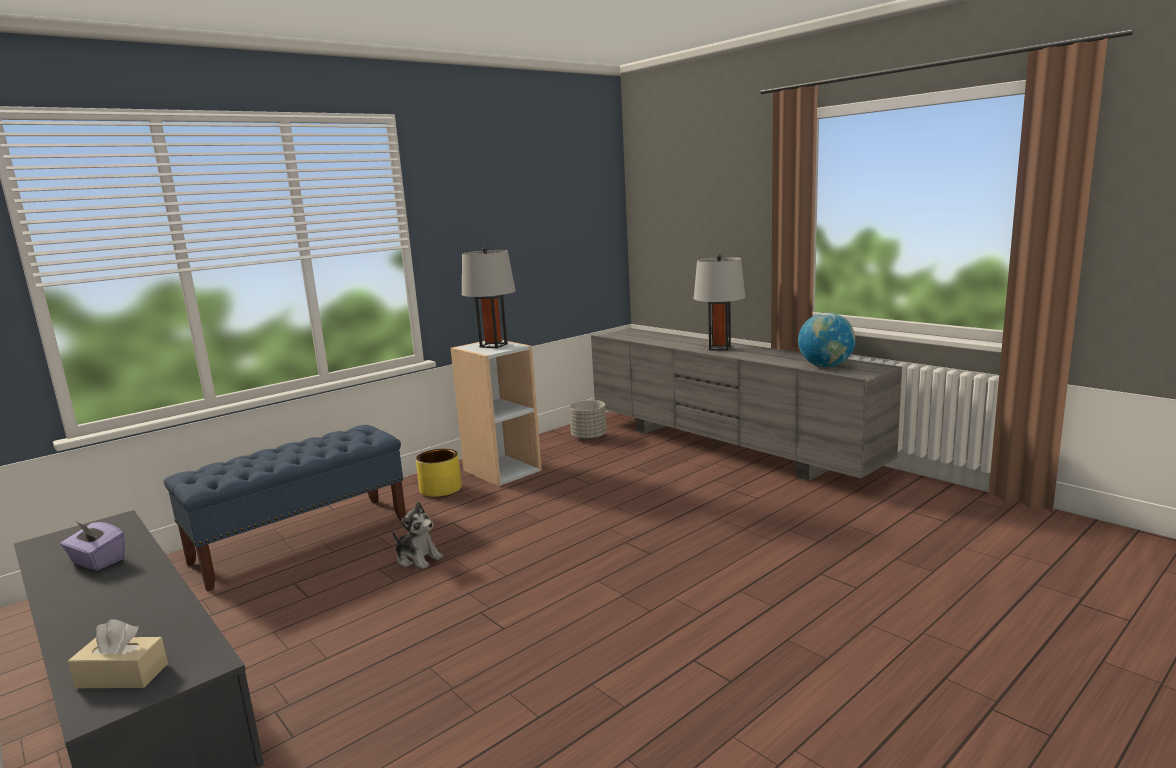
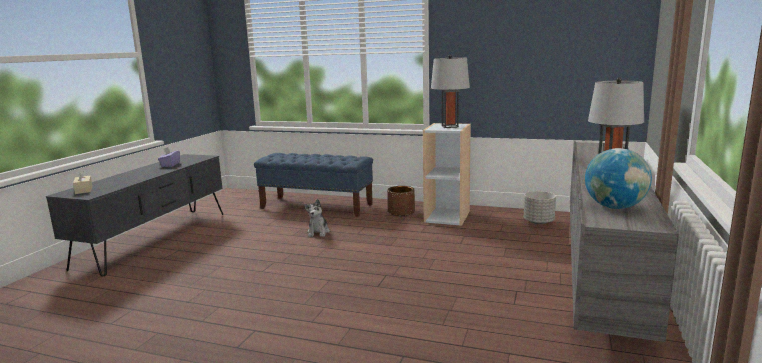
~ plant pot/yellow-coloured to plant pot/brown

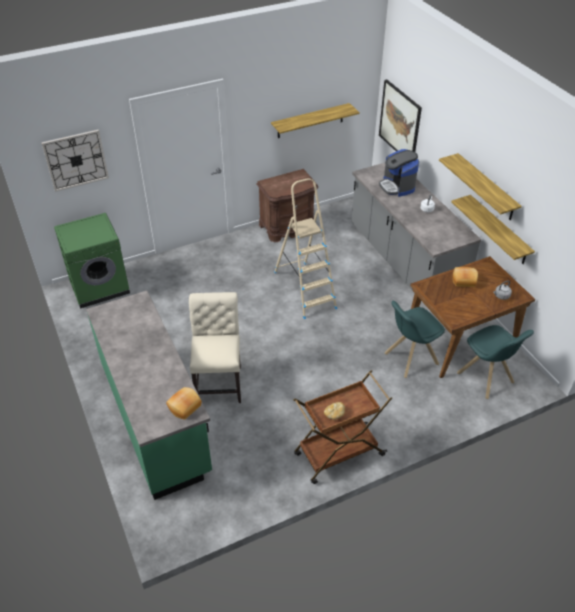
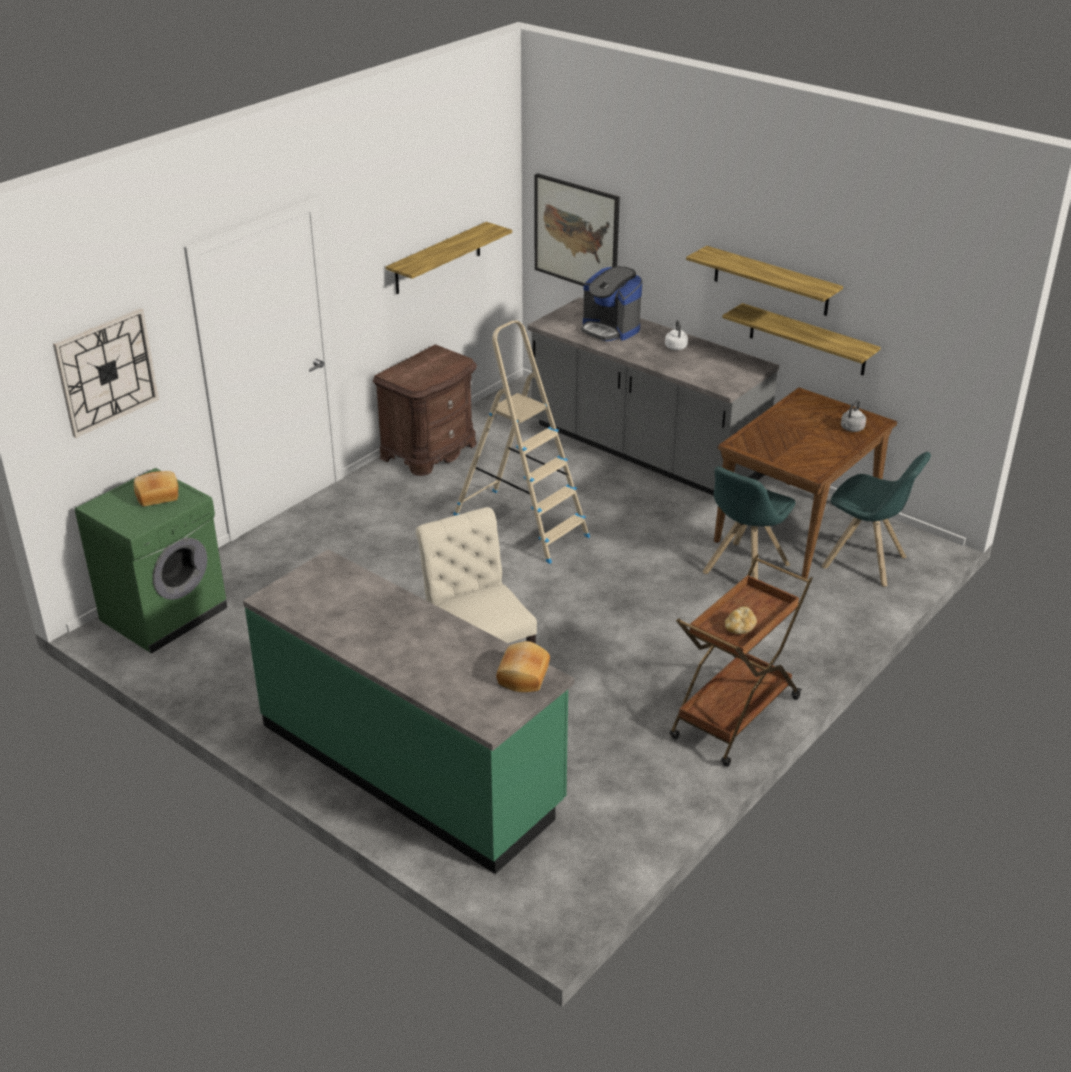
~ bakery bread (3rd from left in the first image) to bakery bread (1st from left)

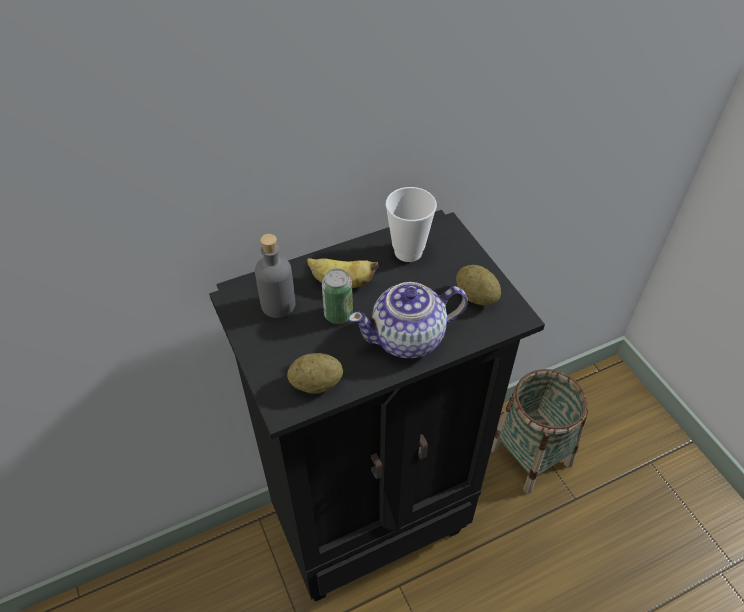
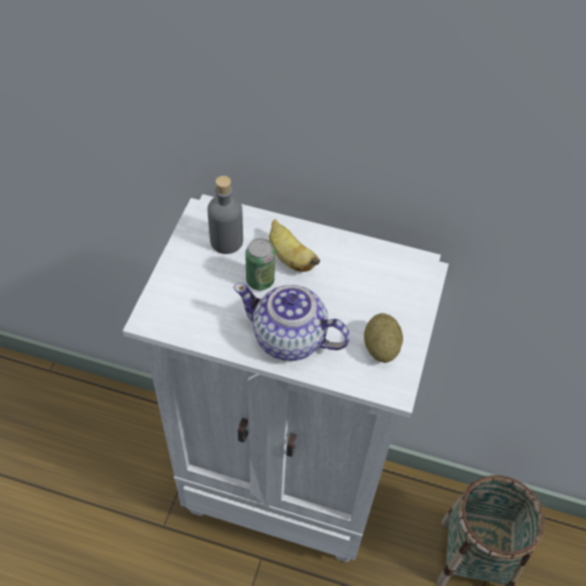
- spud (1st from left)
- cup
~ cabinet/blackish to cabinet/white-coloured

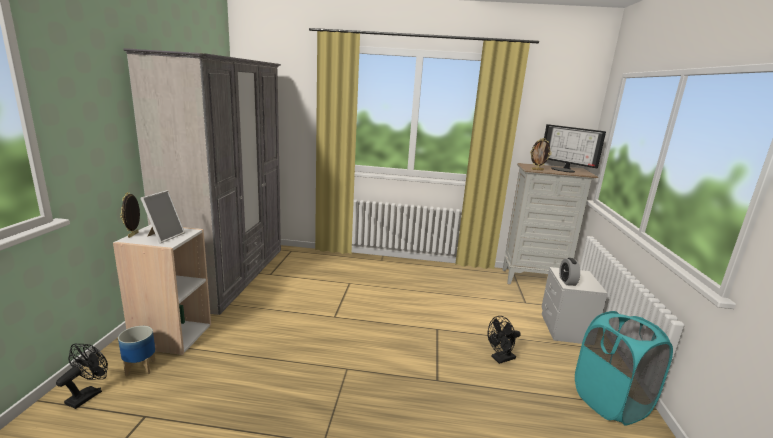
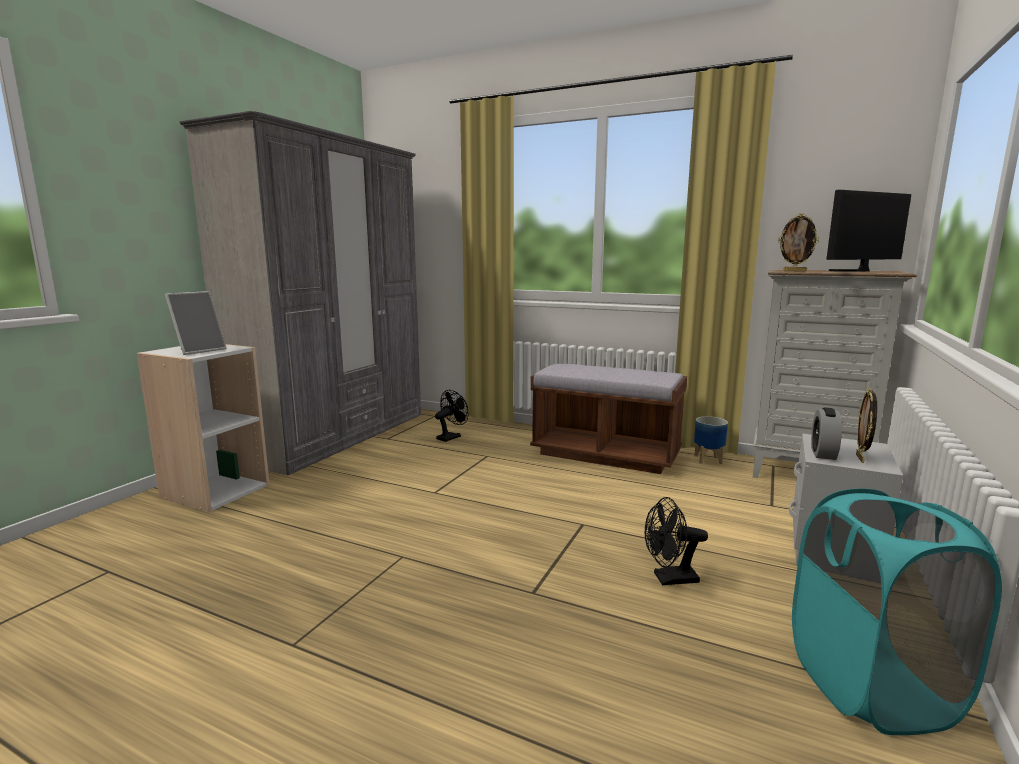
+ long seat/brown
~ fan/blackish (1st from left)
~ plant pot
~ standing frame (1st from left in the first image) to standing frame (3rd from left)
~ monitor 90 degrees clockwise

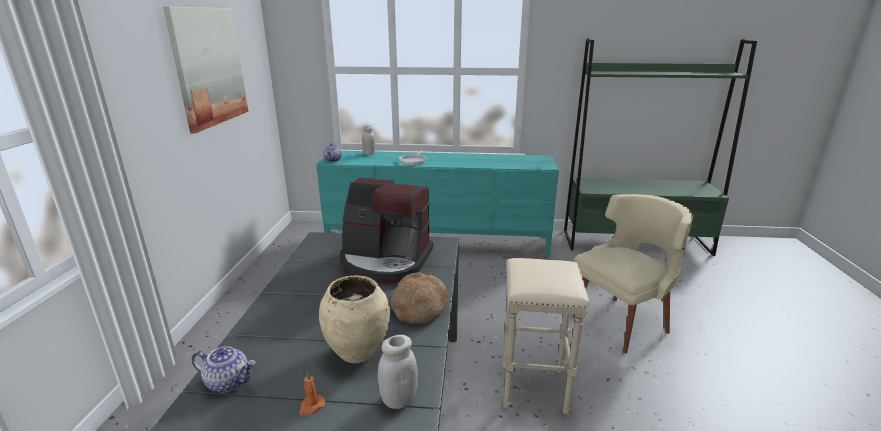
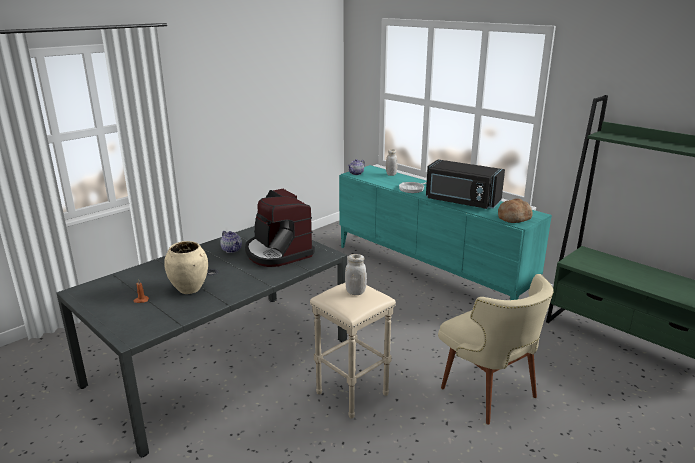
- picture
+ microwave oven/blackish
~ teapot (1st from left)
~ jar/white-coloured (2nd from left in the first image) to jar/white-coloured (1st from left)
~ bakery bread
~ chair/beige 45 degrees clockwise

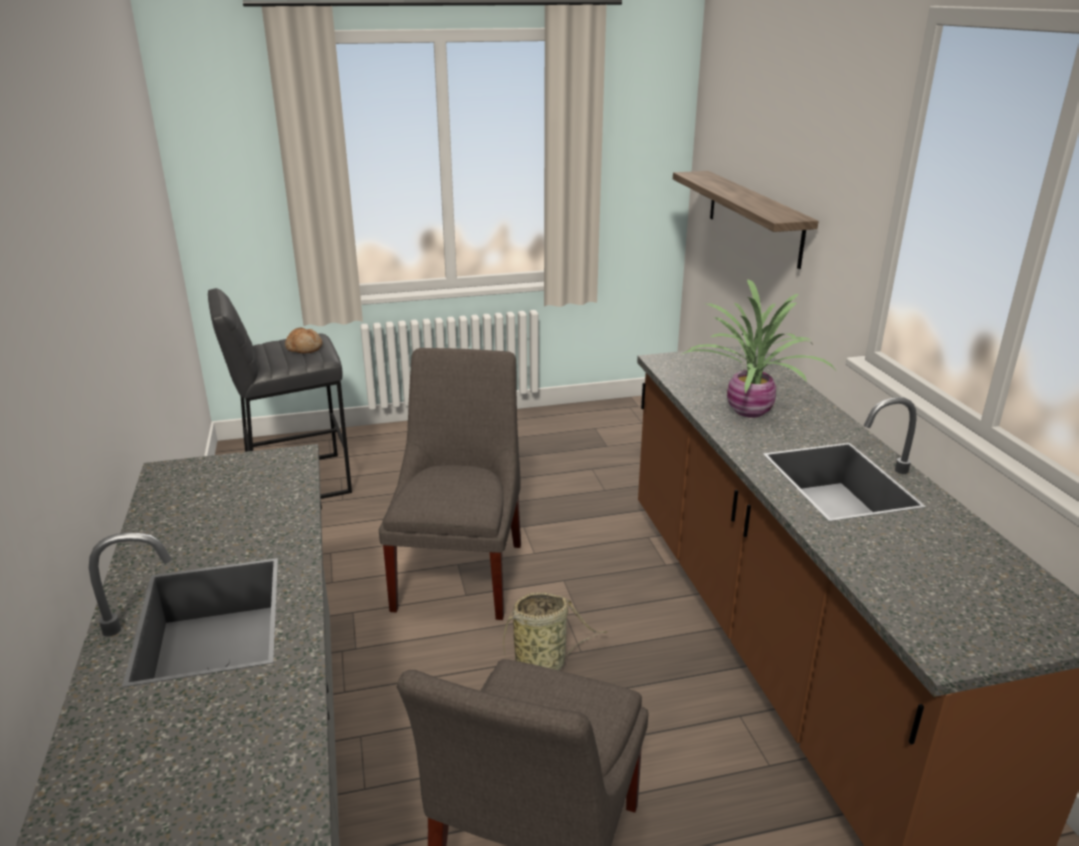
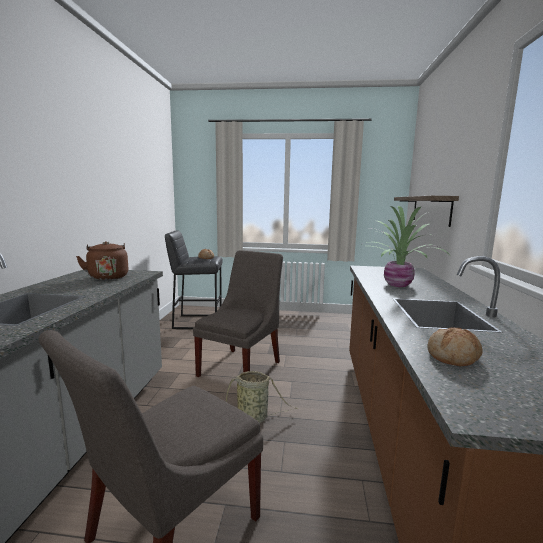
+ kettle/brown
+ bakery bread (2nd from left)

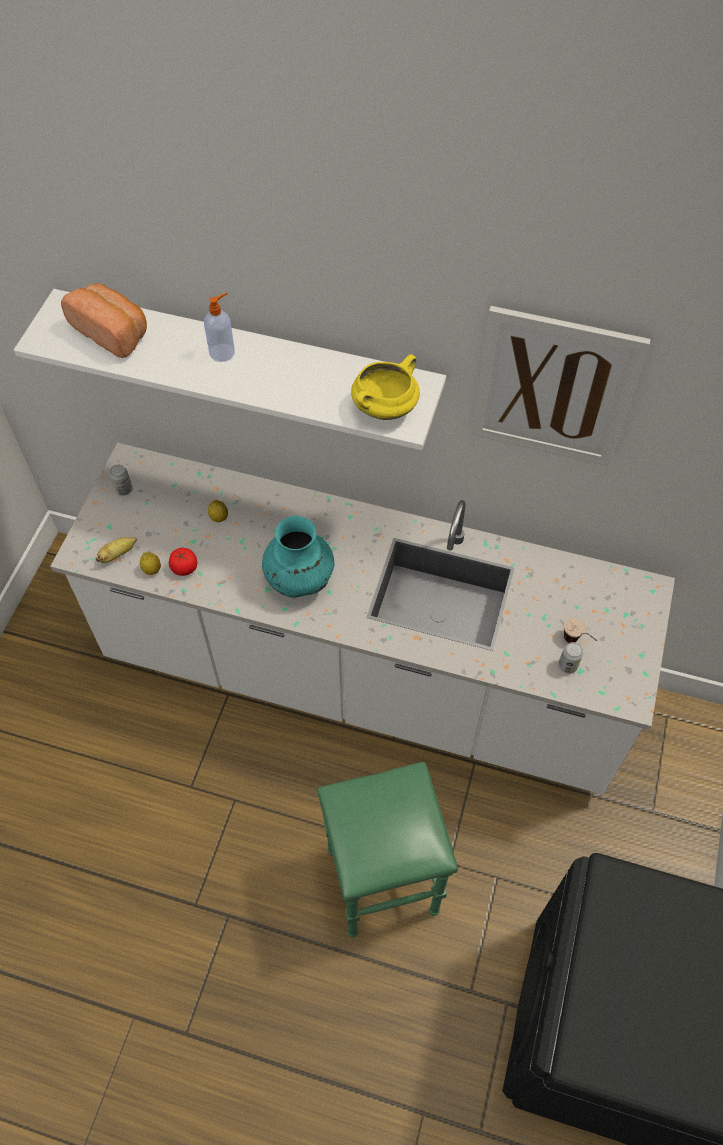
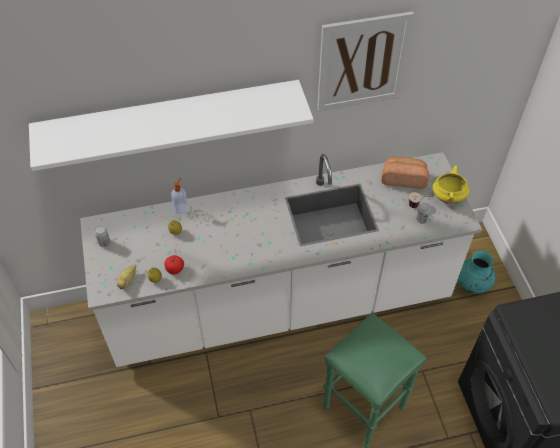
~ bakery bread
~ soap bottle
~ vase/turquoise-coloured
~ cooking pot/yellow-coloured

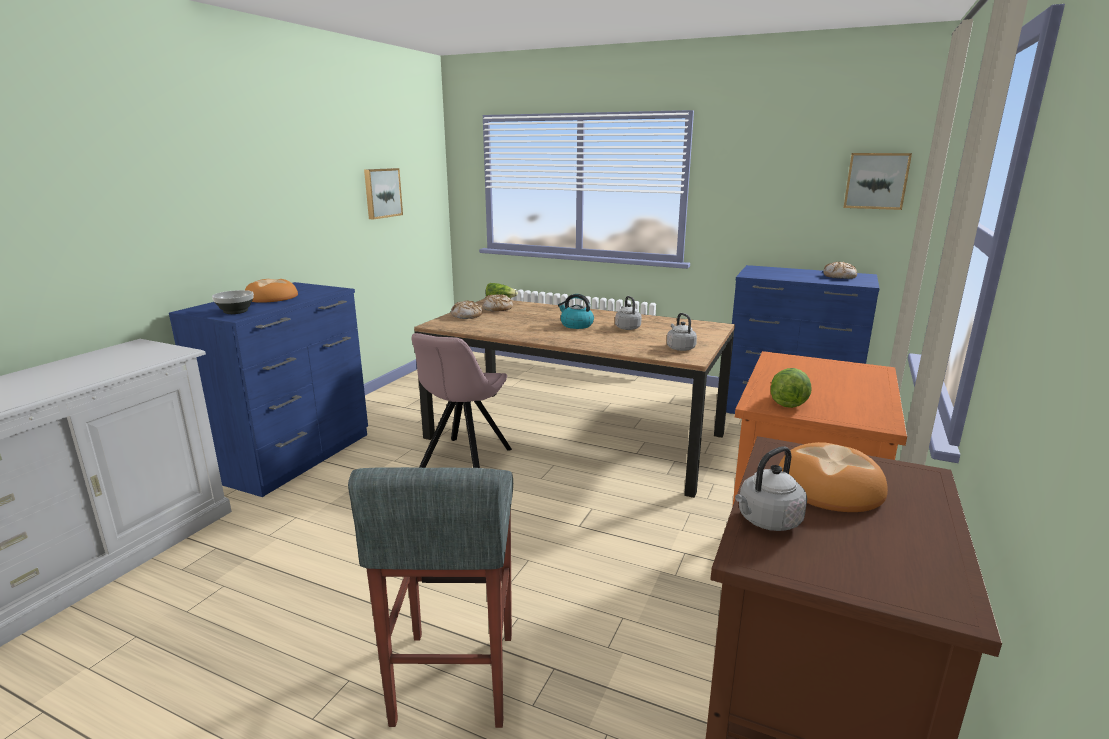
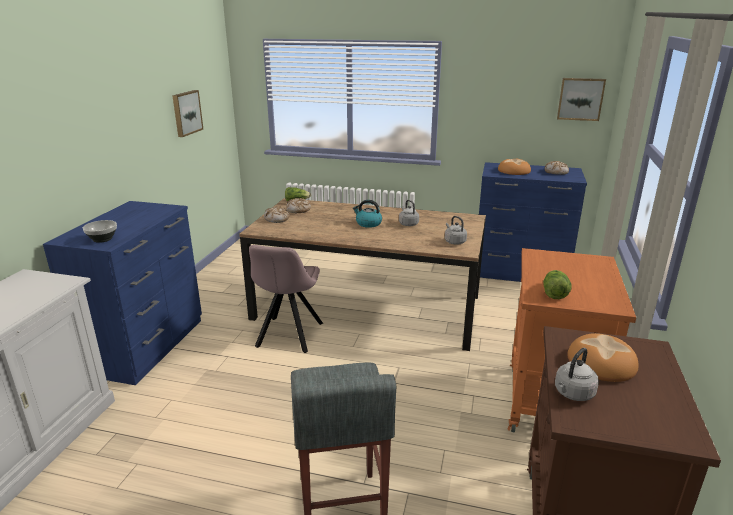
~ bakery bread (1st from left in the first image) to bakery bread (3rd from left)

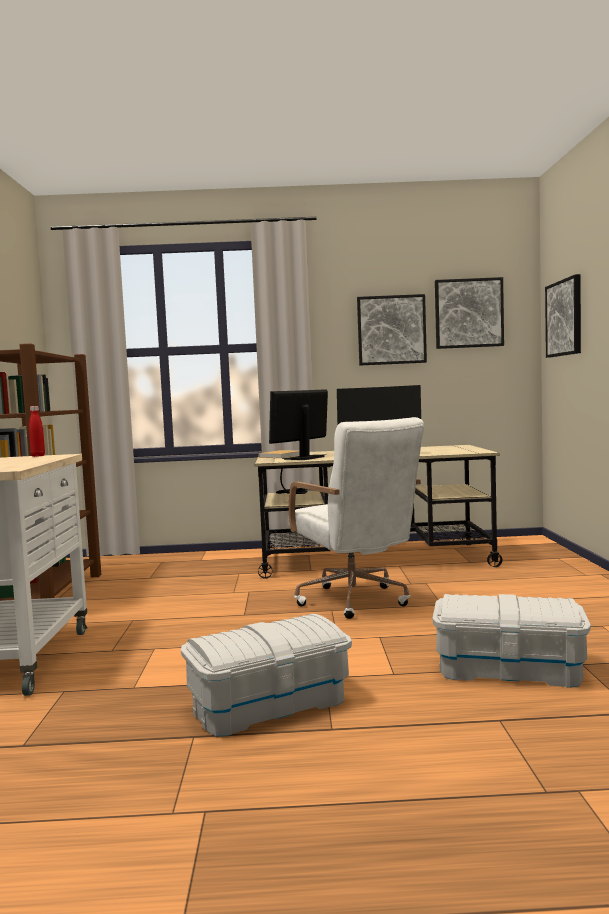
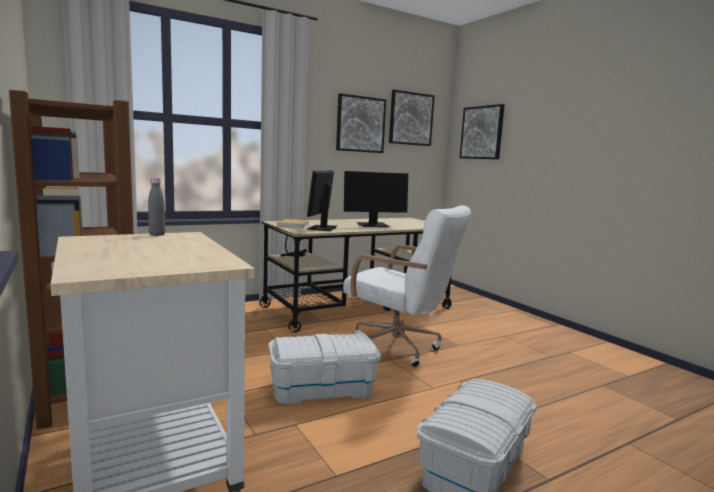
~ storage box/white-coloured (2nd from left in the first image) to storage box/white-coloured (1st from left)
~ drink bottle/red-coloured to drink bottle/grey

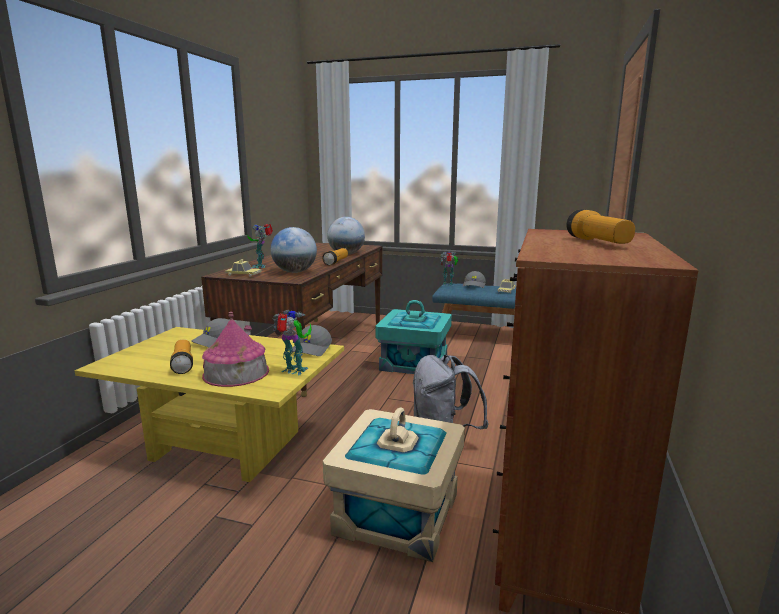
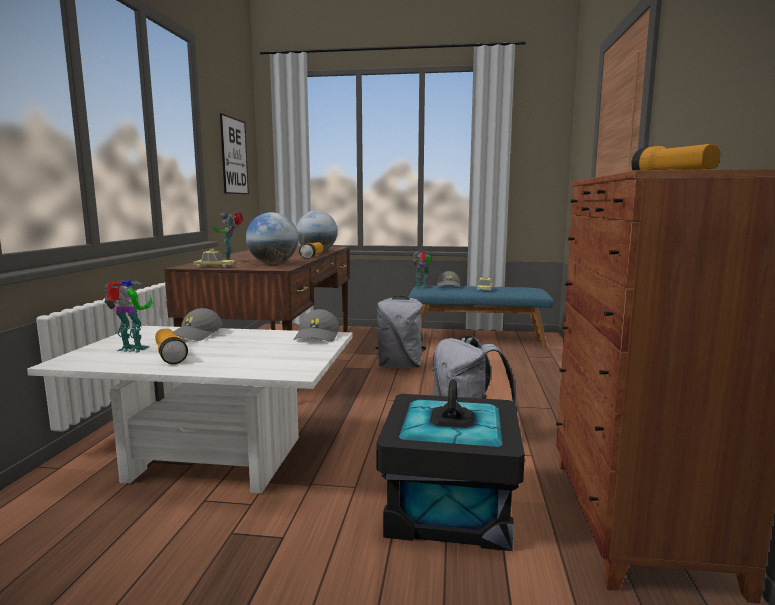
- toy house
+ picture
~ toy robot (2nd from left in the first image) to toy robot (1st from left)
~ storage box/turquoise-coloured to knapsack/grey (1st from left)
~ lounge table/yellow-coloured to lounge table/white-coloured
~ storage box/beige to storage box/blackish

